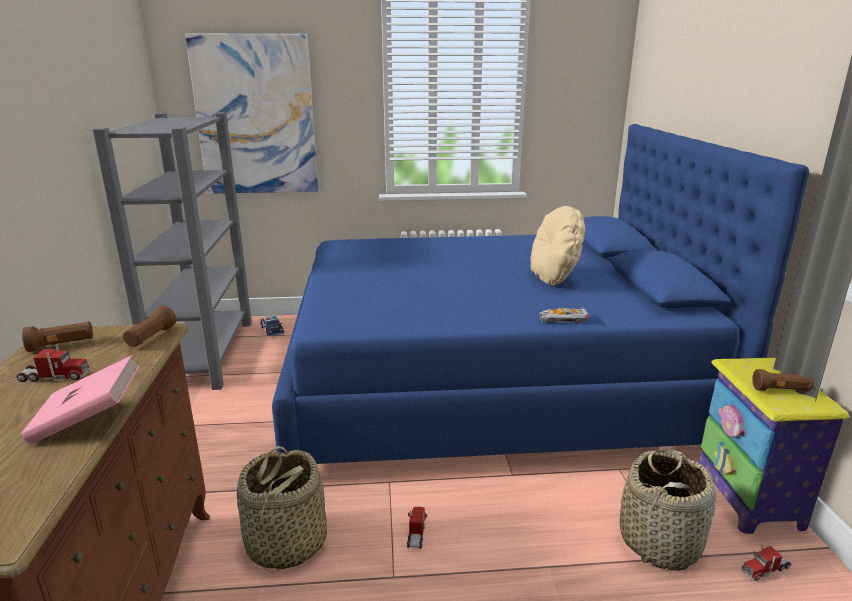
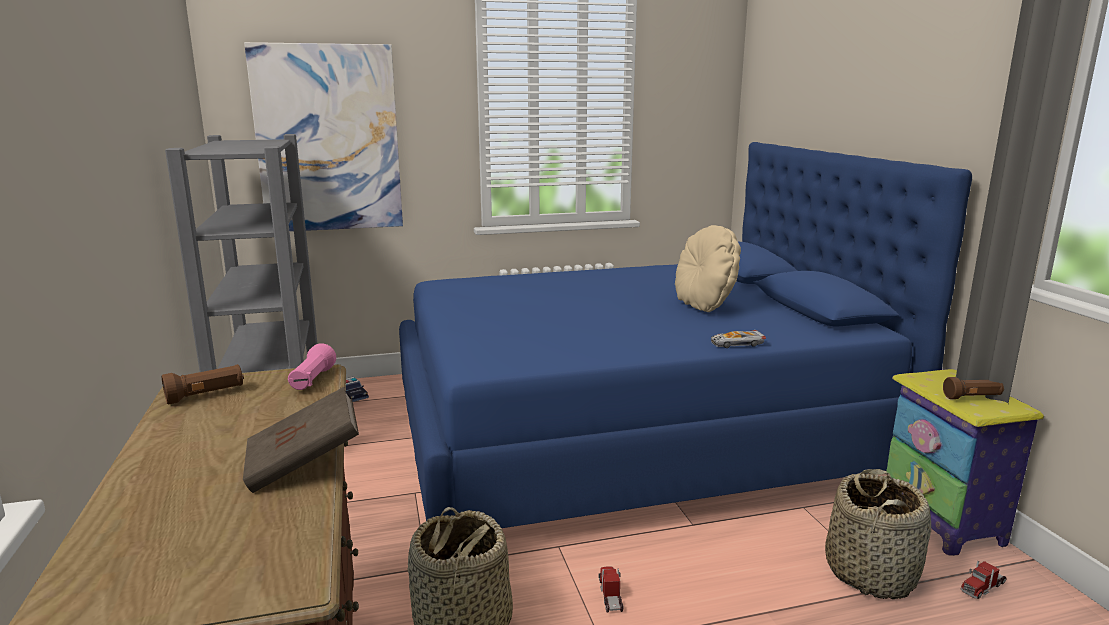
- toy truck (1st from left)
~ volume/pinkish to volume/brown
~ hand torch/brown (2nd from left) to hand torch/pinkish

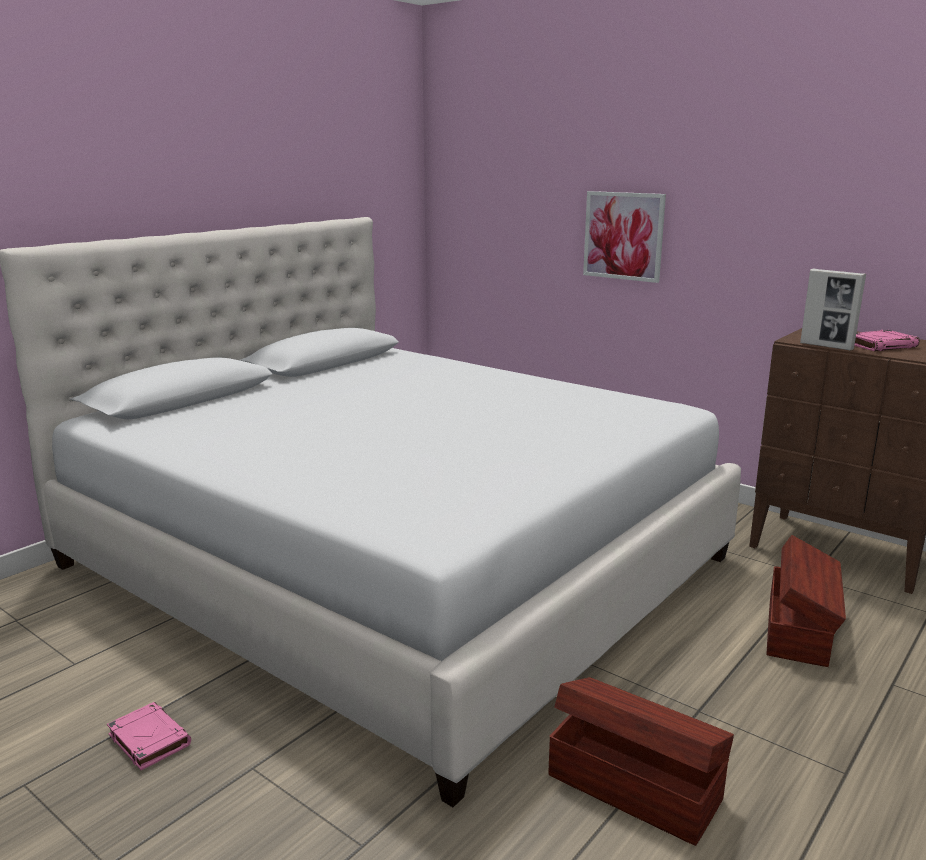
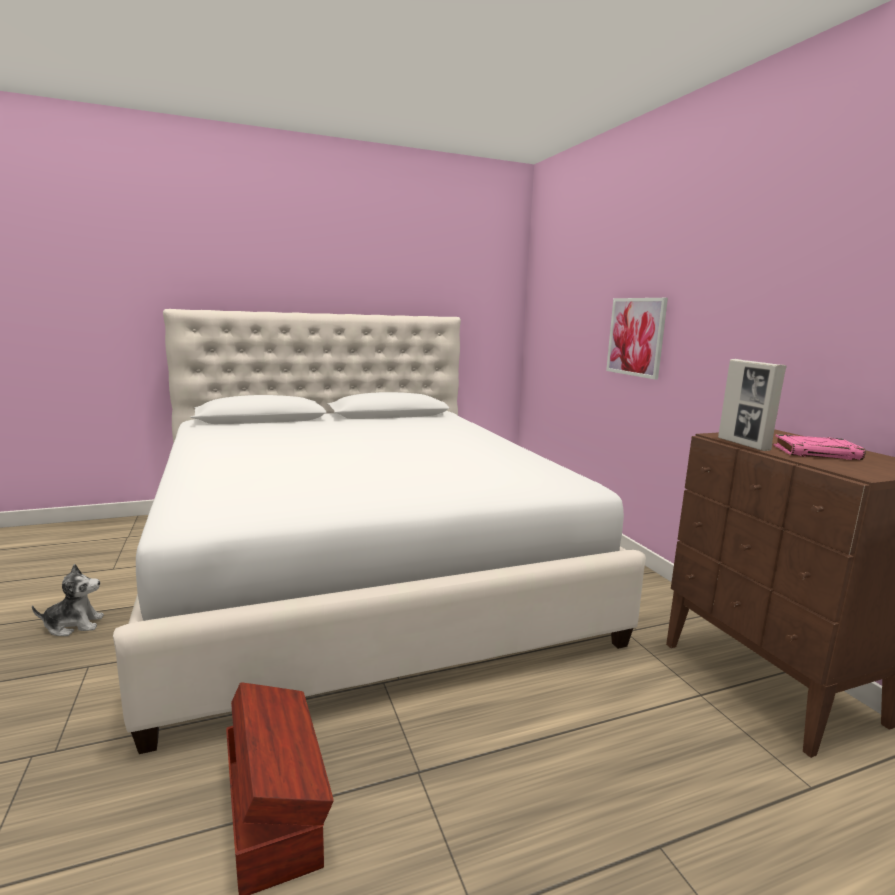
- storage box/brown (2nd from left)
~ volume/pinkish (1st from left) to plush toy

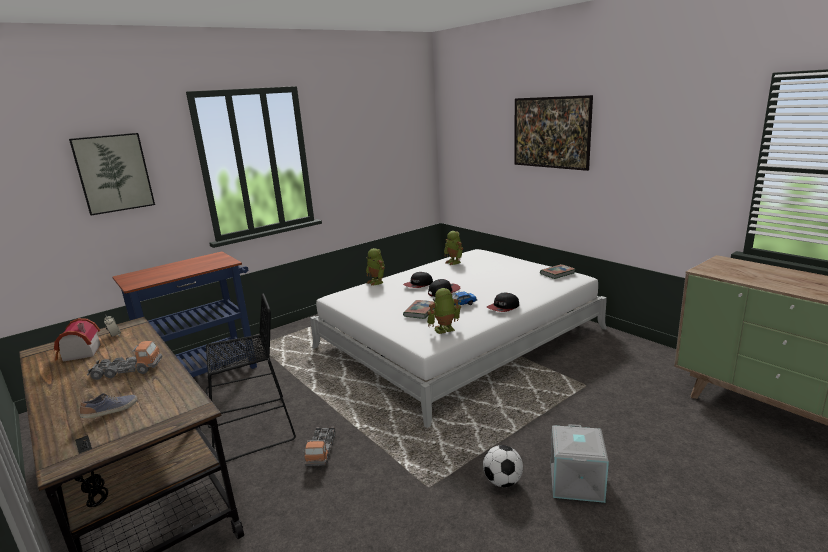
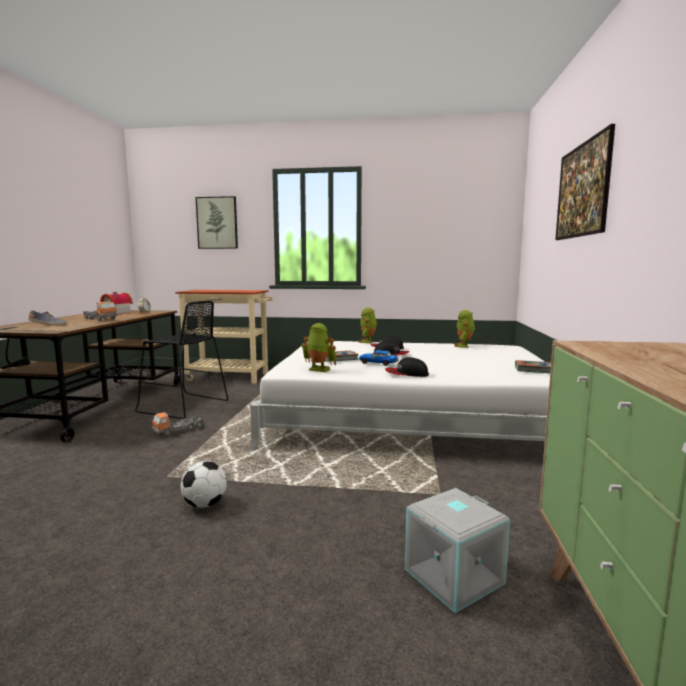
~ storage box/grey
~ trolley/bluish to trolley/beige

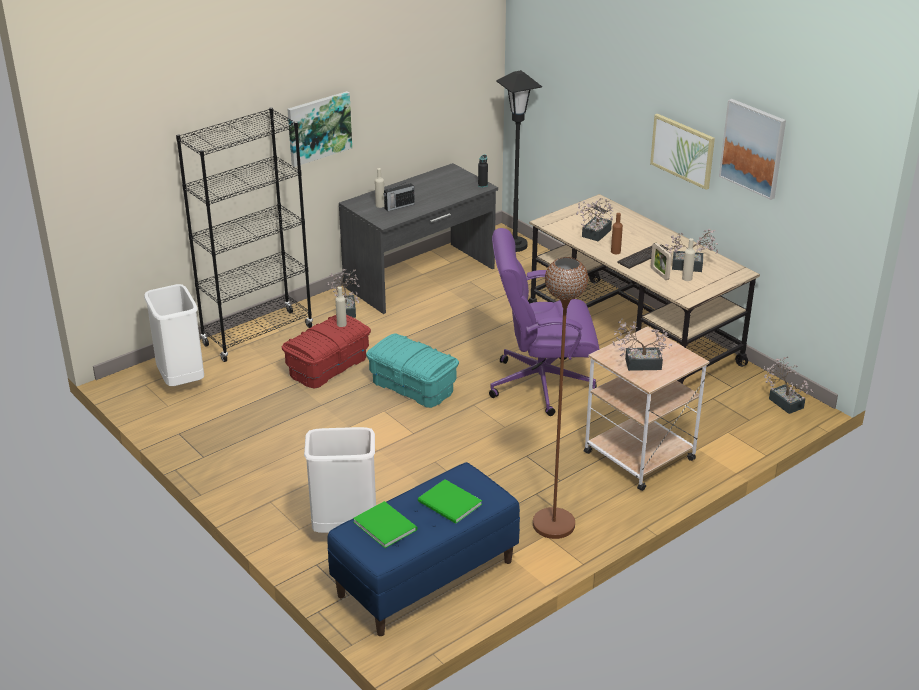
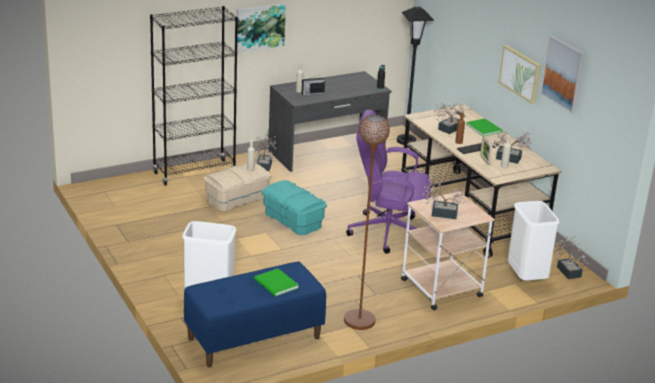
~ rubbish bin/white-coloured (1st from left in the first image) to rubbish bin/white-coloured (2nd from left)
~ volume/greenish (1st from left in the first image) to volume/greenish (2nd from left)
~ storage box/red-coloured to storage box/beige

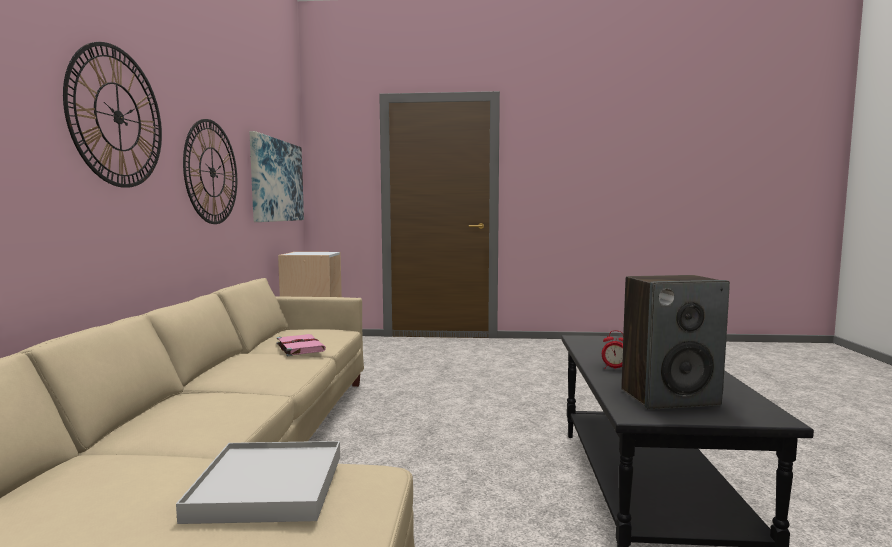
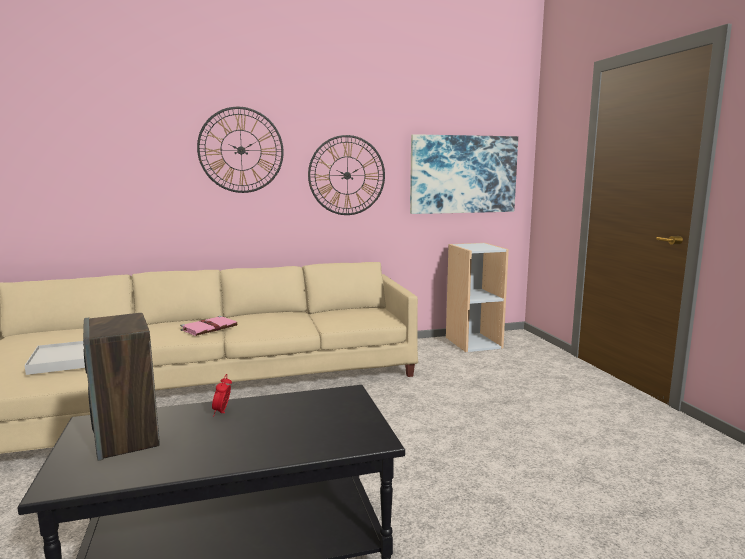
~ volume/pinkish

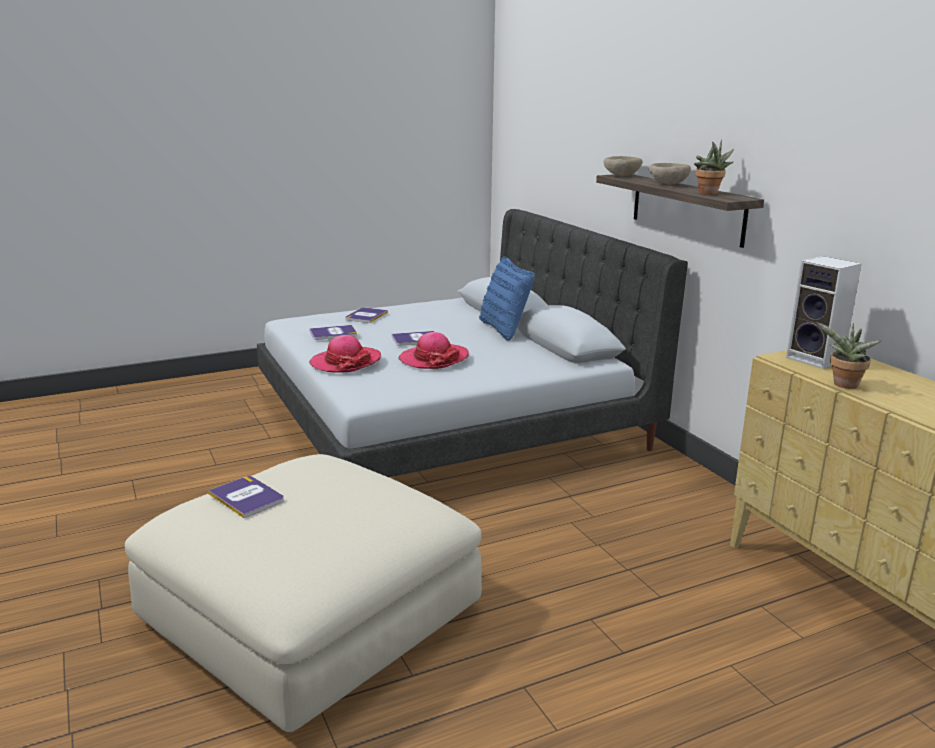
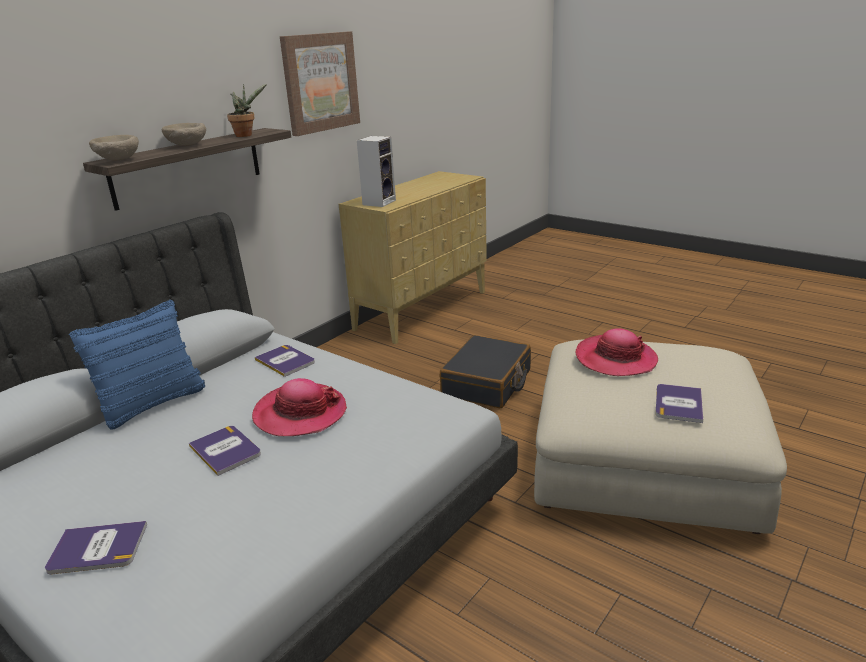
- plant in a pot (2nd from left)
+ picture
+ suitcase/blackish
~ volume (2nd from left in the first image) to volume (3rd from left)
~ wearable hat (1st from left in the first image) to wearable hat (2nd from left)

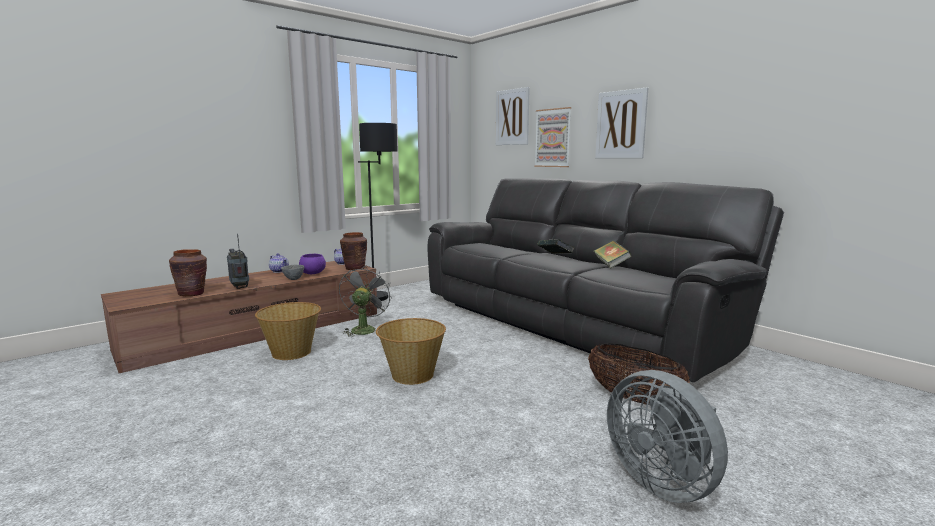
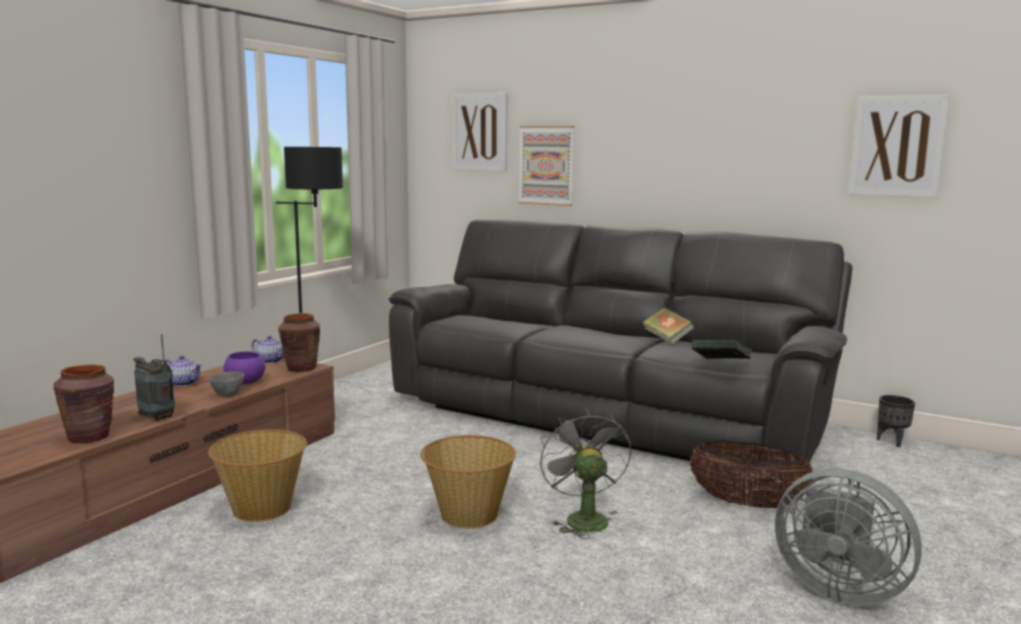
+ plant pot/blackish
~ fan/grey (1st from left)
~ volume (1st from left in the first image) to volume (2nd from left)
~ picture (3rd from left)

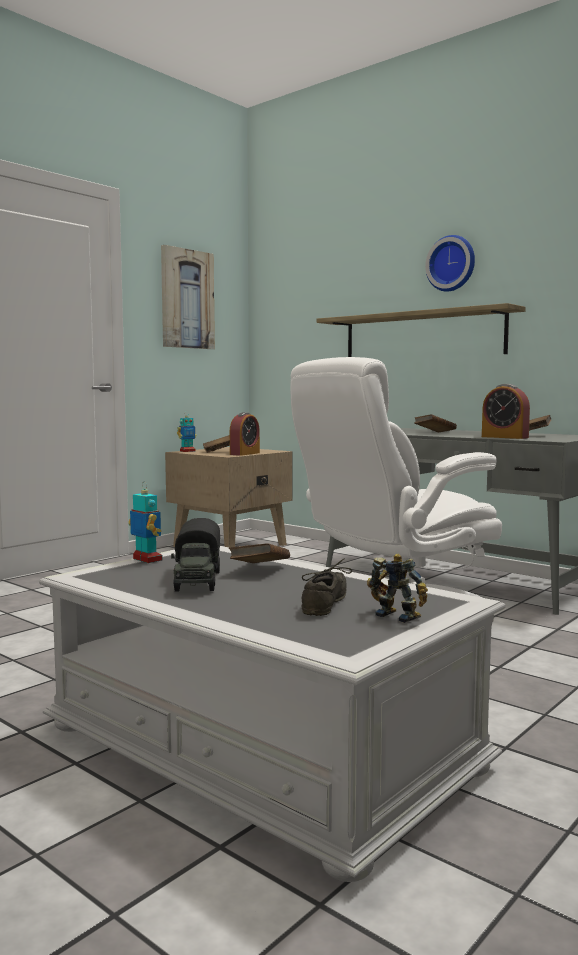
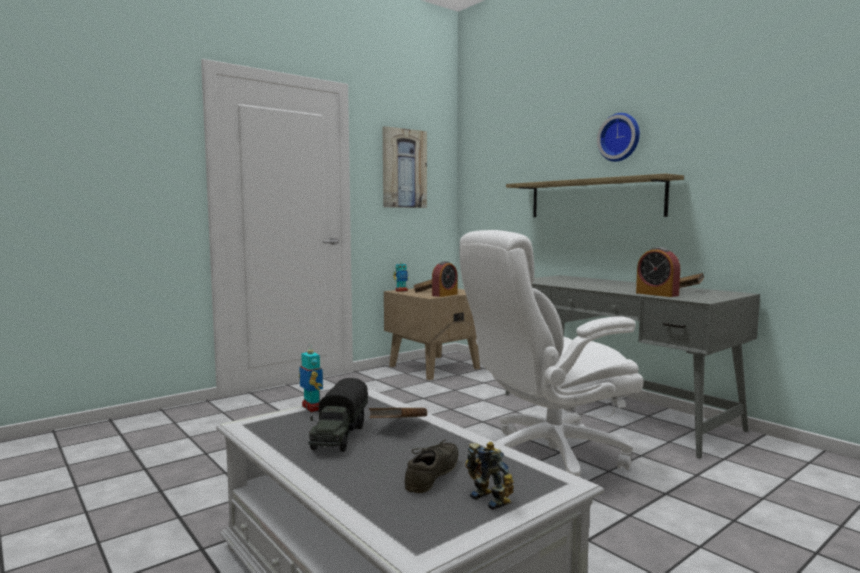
- volume/brown (3rd from left)

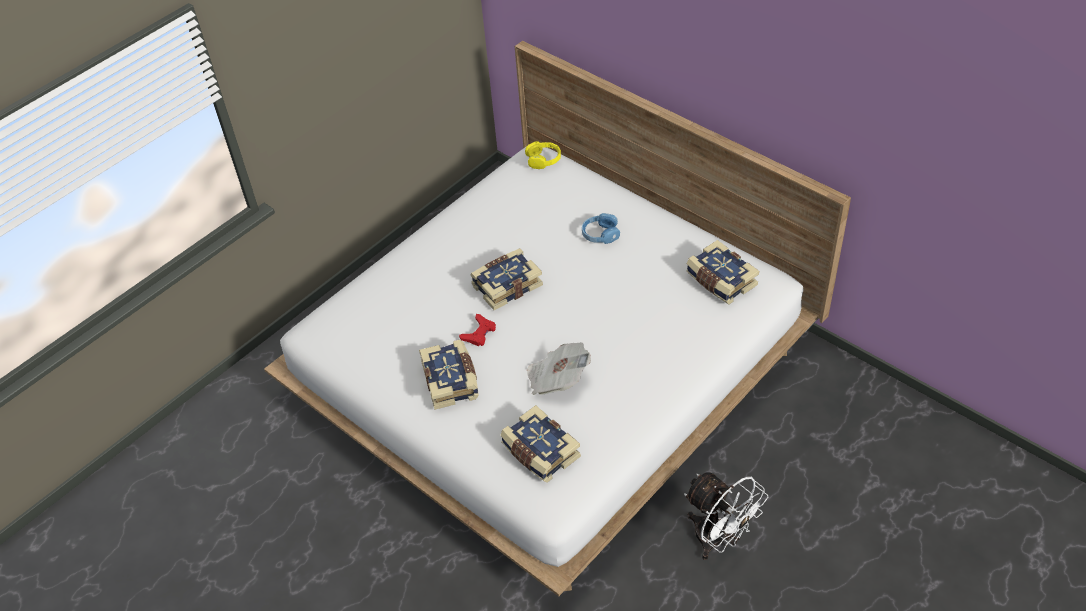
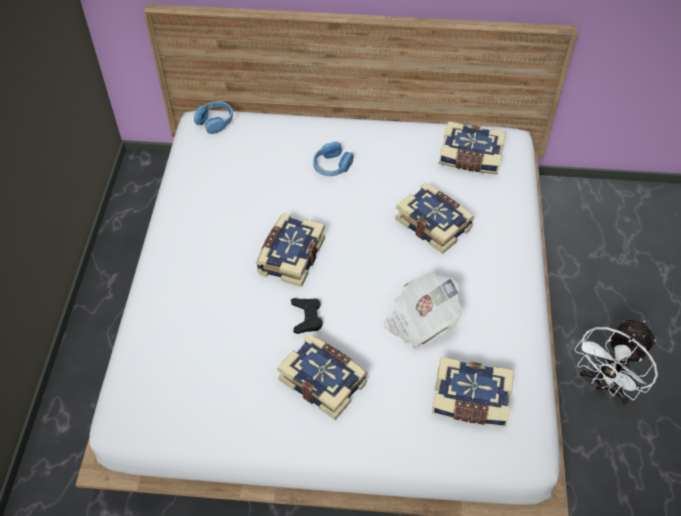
+ volume (3rd from left)
~ game controller/red-coloured to game controller/blackish
~ headset/yellow-coloured to headset/bluish (1st from left)
~ fan/white-coloured 120 degrees clockwise

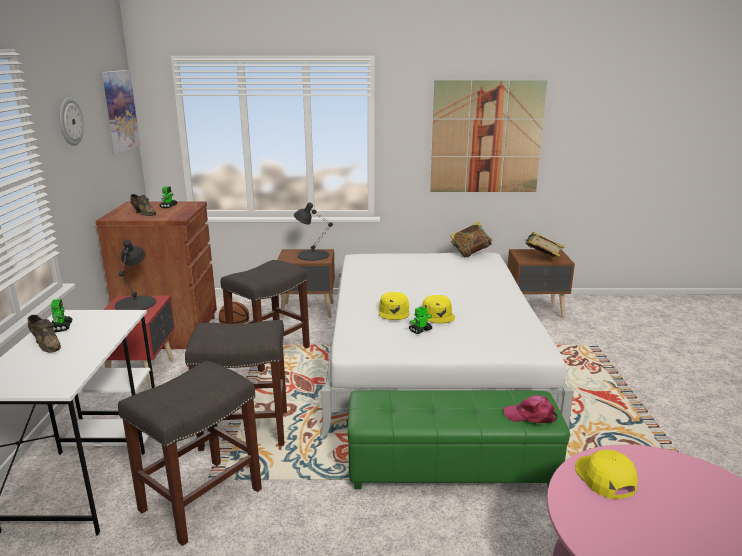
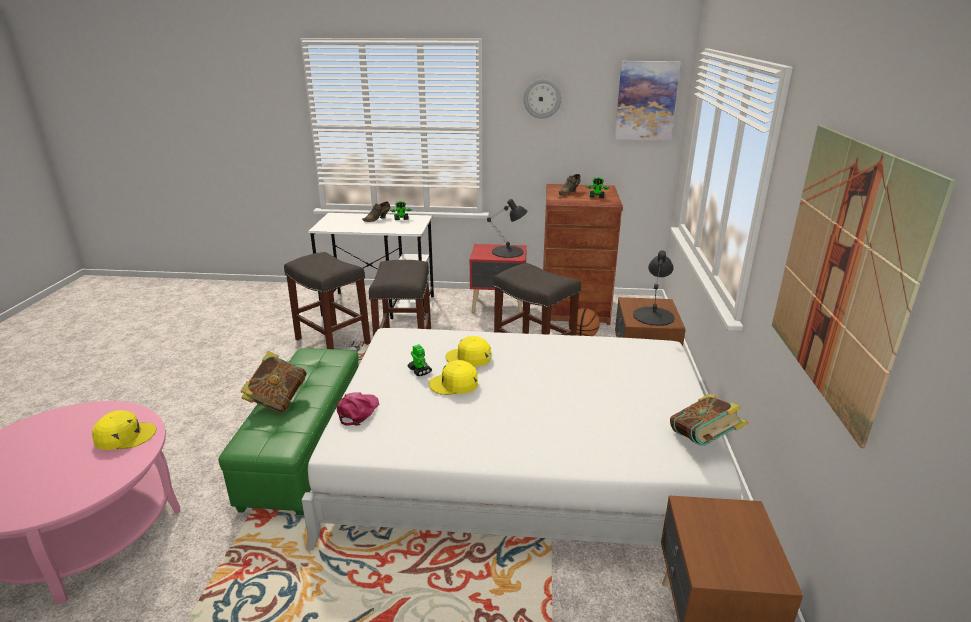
~ peaked cap/pinkish
~ volume (2nd from left in the first image) to volume (1st from left)

